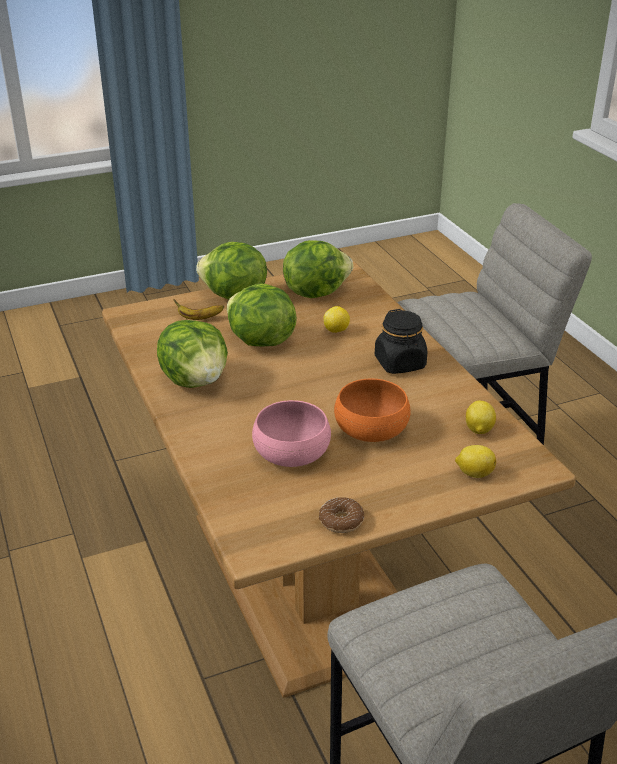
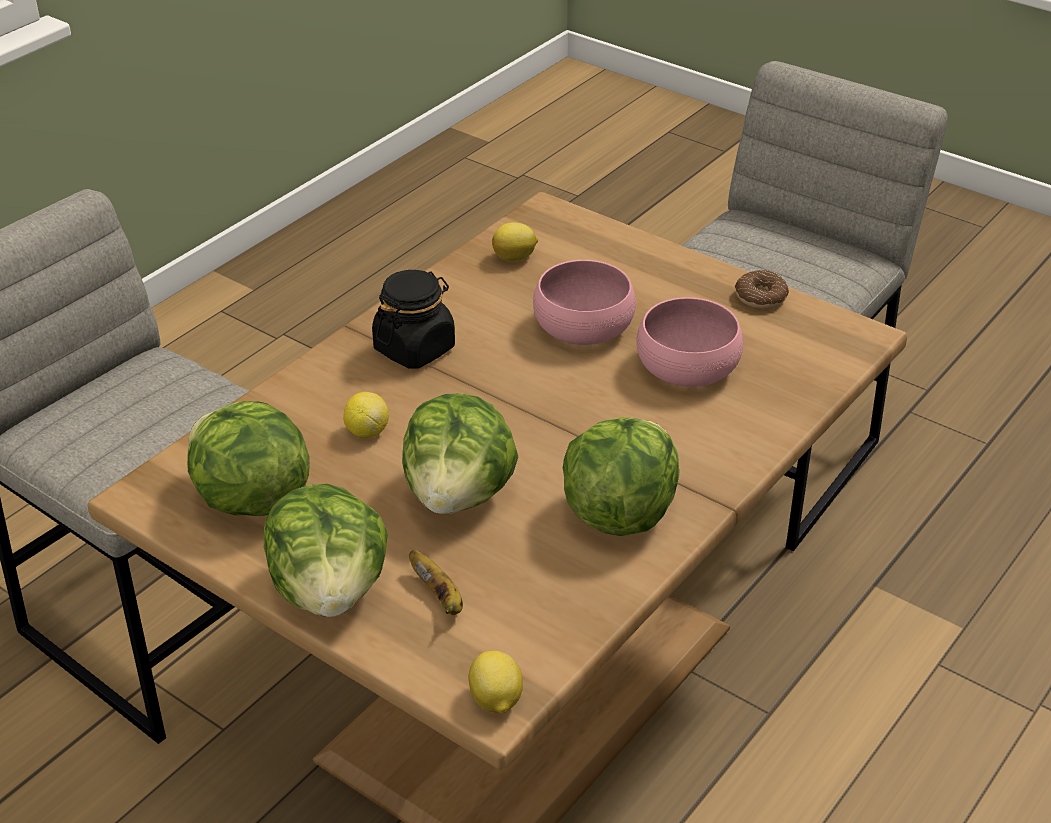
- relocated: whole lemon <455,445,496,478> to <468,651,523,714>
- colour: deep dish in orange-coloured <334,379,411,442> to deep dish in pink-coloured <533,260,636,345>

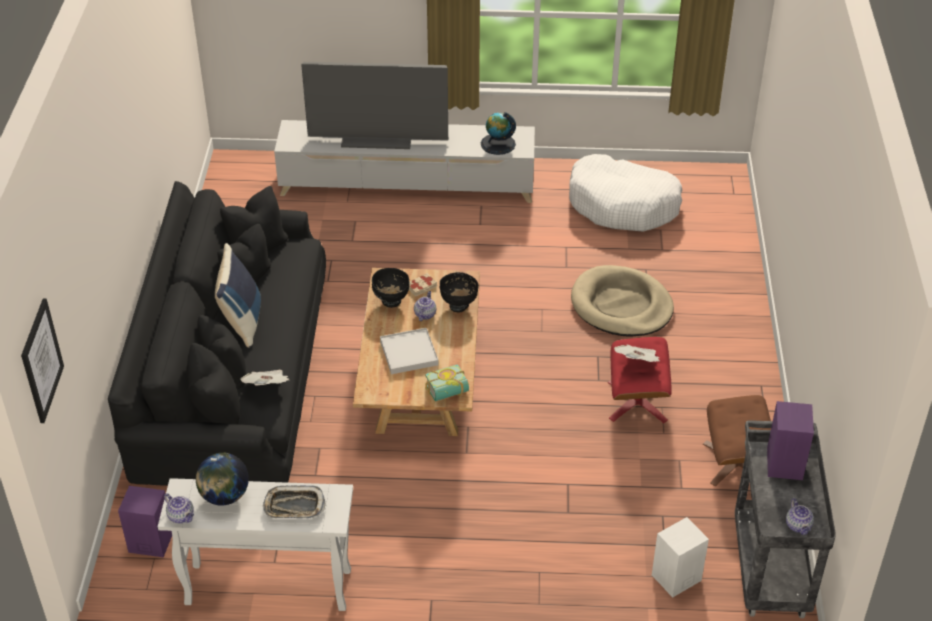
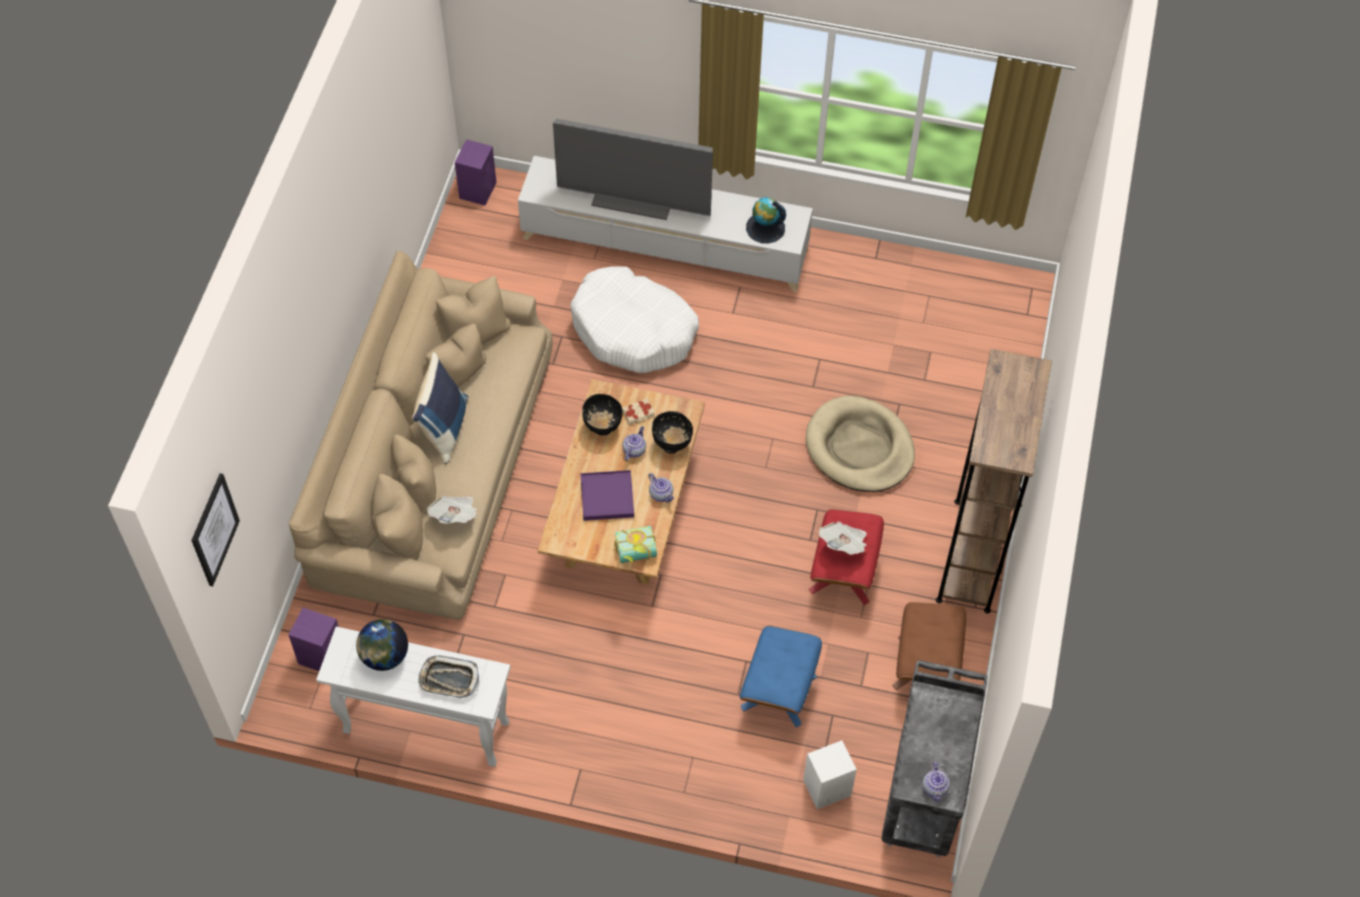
- colour: settee in black <108,181,326,486> to settee in beige-coloured <289,251,553,620>
- relocated: loudspeaker in purplish <767,401,814,480> to <455,139,497,205>
- relocated: pet bed in whitish <569,154,682,232> to <570,266,699,373>
- colour: carrying tray in whitish <380,328,439,374> to carrying tray in purplish <580,470,634,521>
- relocated: tea pot <164,493,194,523> to <648,473,674,502>
- appeared: ottoman in blue-coloured <740,625,822,727>
- appeared: shelving unit in brown <936,349,1052,614>

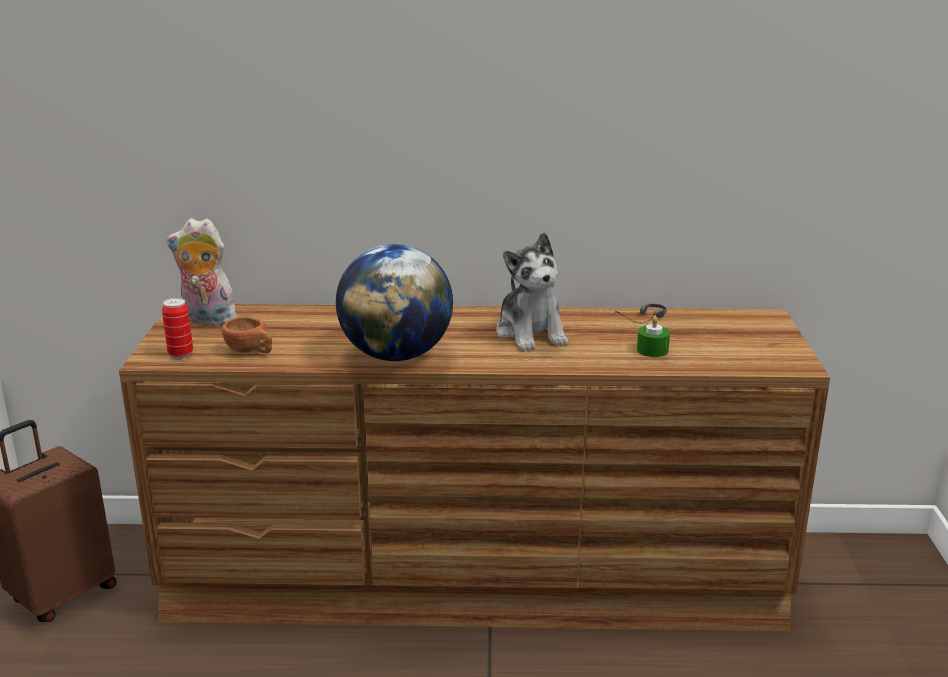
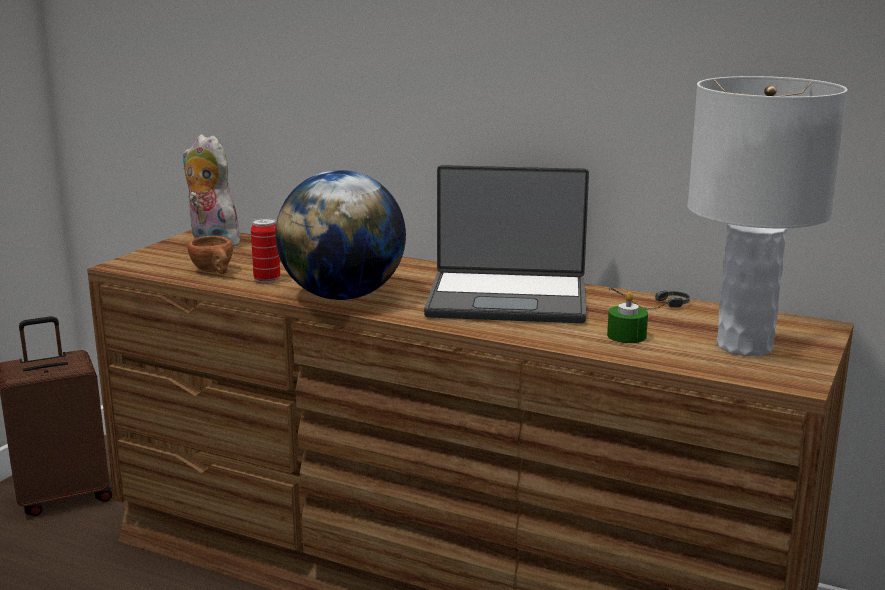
- relocated: can <162,298,193,359> to <251,218,280,283>
- exchanged: soft toy <496,232,568,351> to notebook computer <424,165,589,323>
- appeared: lamp for a table in whitish <687,76,848,356>

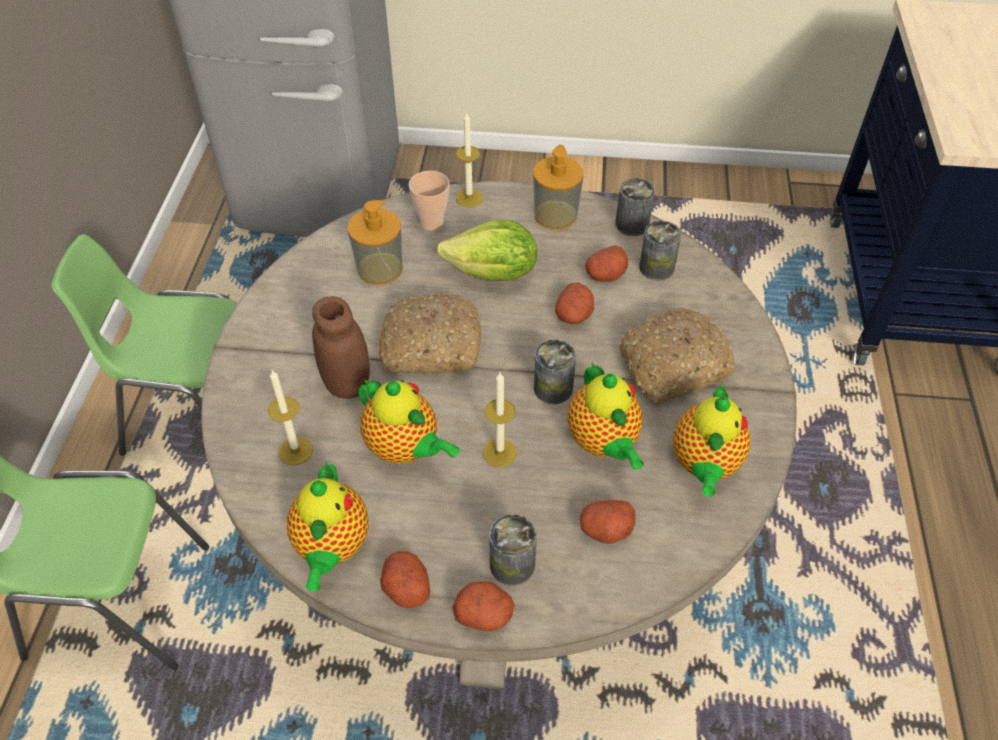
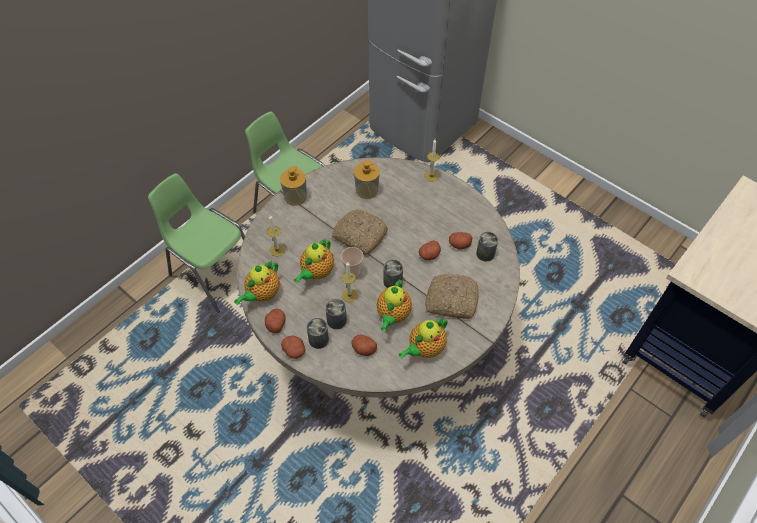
- relocated: soap bottle <533,145,584,230> to <280,166,307,206>
- spun: tea pot <358,379,459,464> = <294,238,334,283> 45 degrees clockwise
- relocated: can <615,178,655,236> to <325,299,347,329>
- relocated: small cup <409,171,450,231> to <341,247,364,277>
- missing: preserve jar in brown <312,296,370,399>
- missing: lettuce head <437,220,537,281>

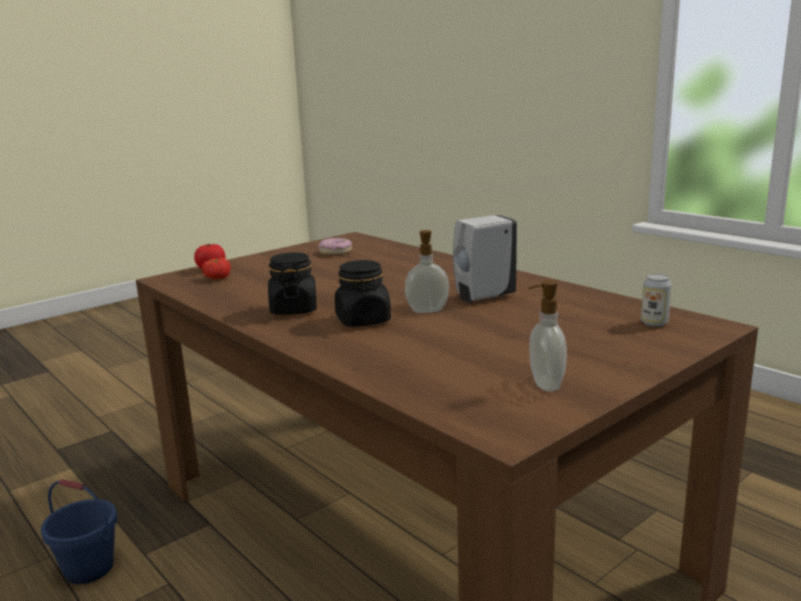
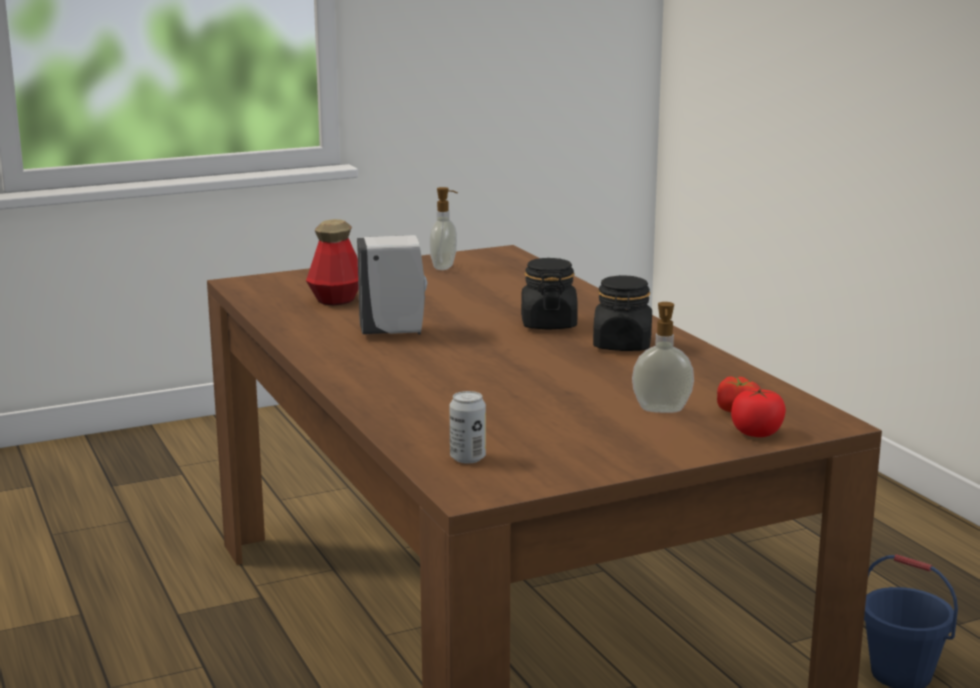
- appeared: drink bottle <306,219,359,305>
- relocated: can <641,274,672,327> to <450,391,486,464>
- relocated: soap bottle <405,230,449,313> to <632,302,694,413>
- missing: donut <318,238,352,255>

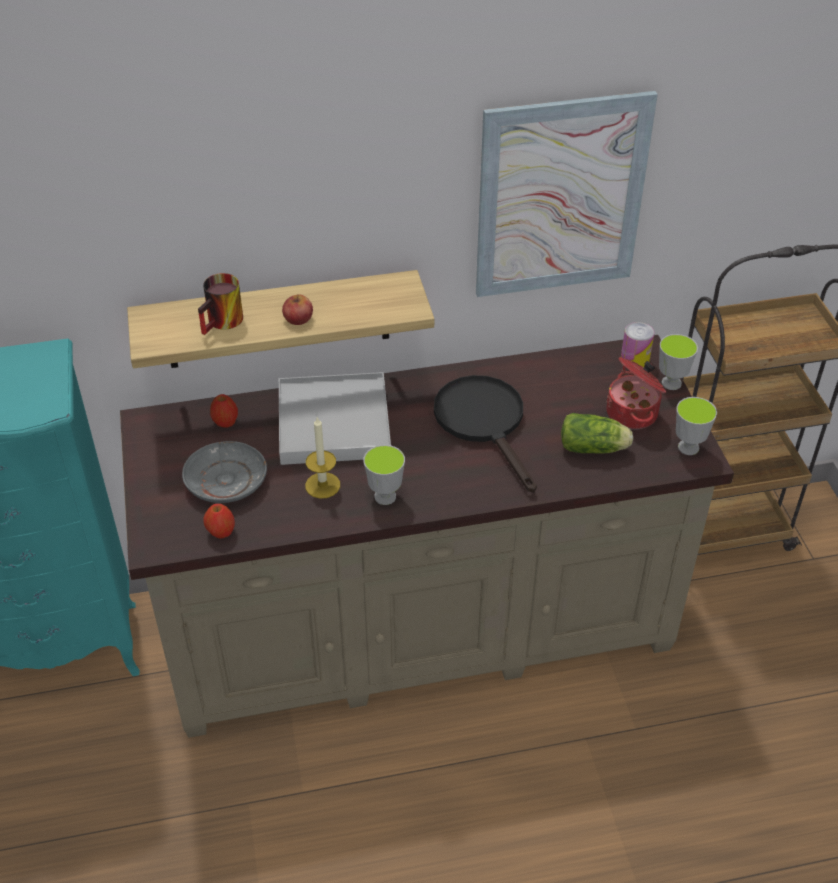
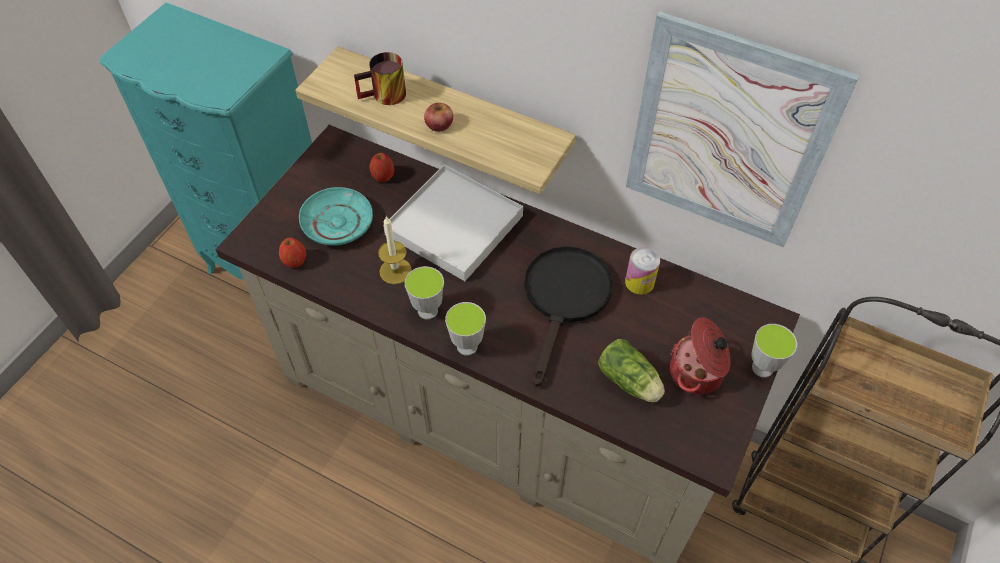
- colour: flat dish in grey <182,441,267,503> to flat dish in turquoise <299,187,373,245>
- relocated: small cup <676,397,717,455> to <445,302,486,356>
- relocated: can <621,322,654,367> to <625,247,660,295>

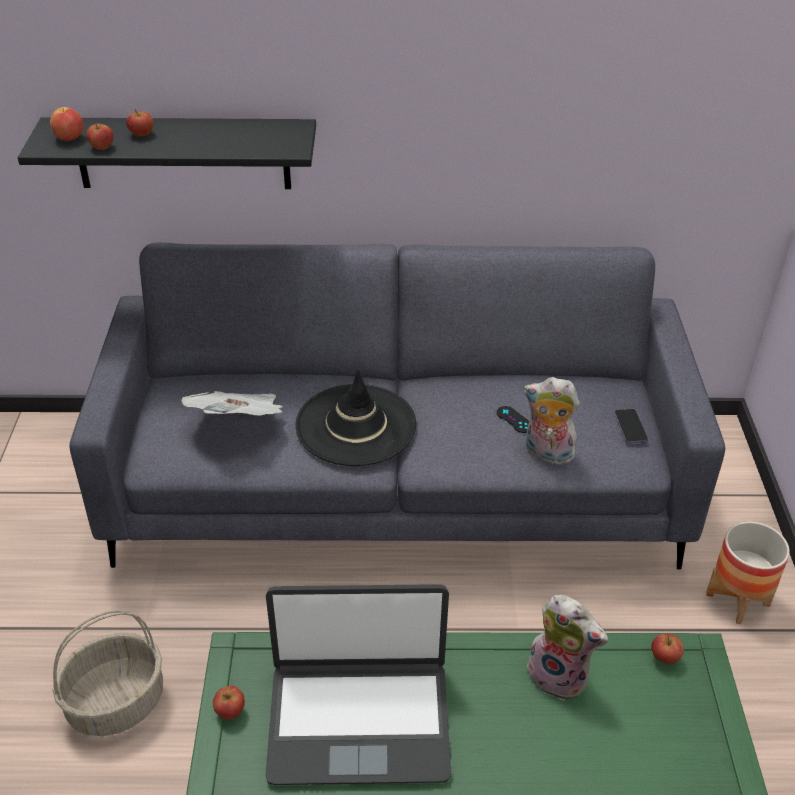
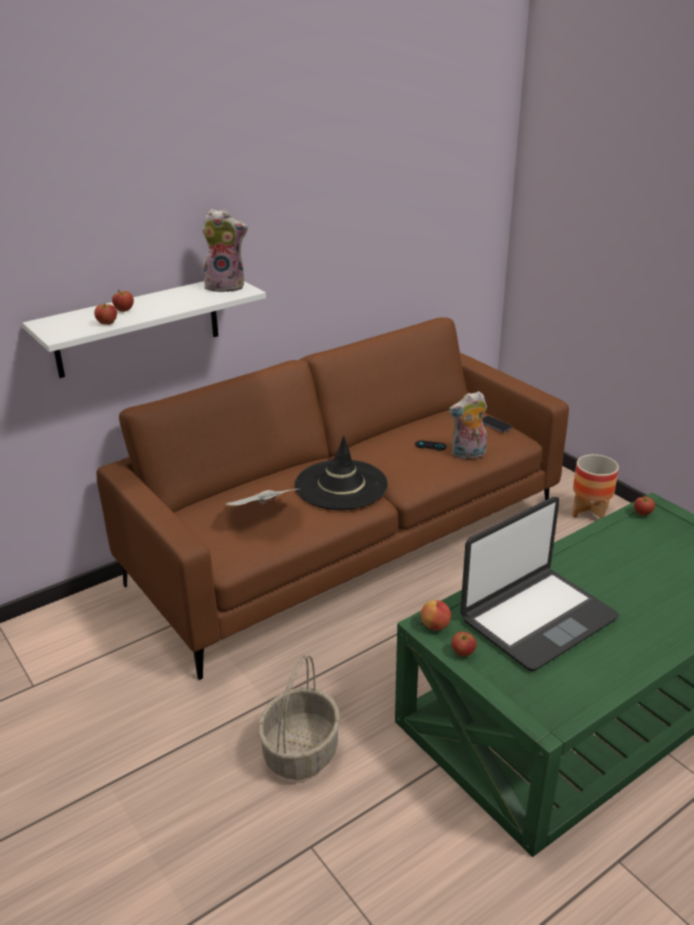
- colour: wall shelf in black <18,117,316,189> to wall shelf in whitish <23,281,266,378>
- colour: settee in grey <69,242,725,570> to settee in brown <96,317,569,680>
- relocated: soft toy <527,595,608,701> to <202,209,248,292>
- relocated: apple <50,107,84,141> to <421,600,451,631>

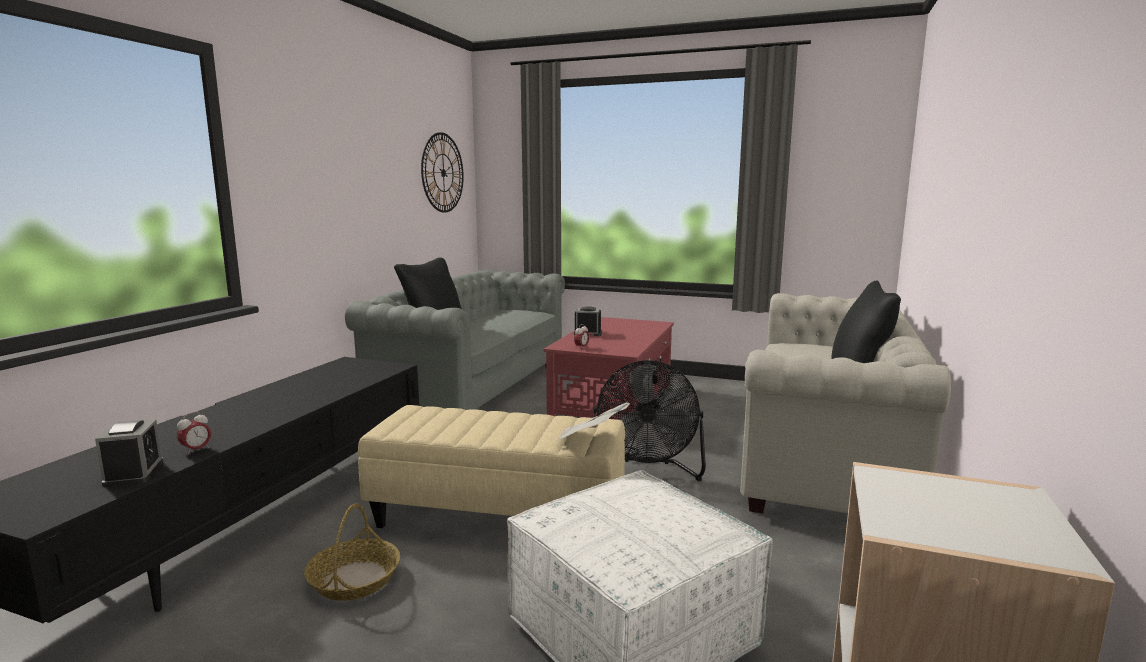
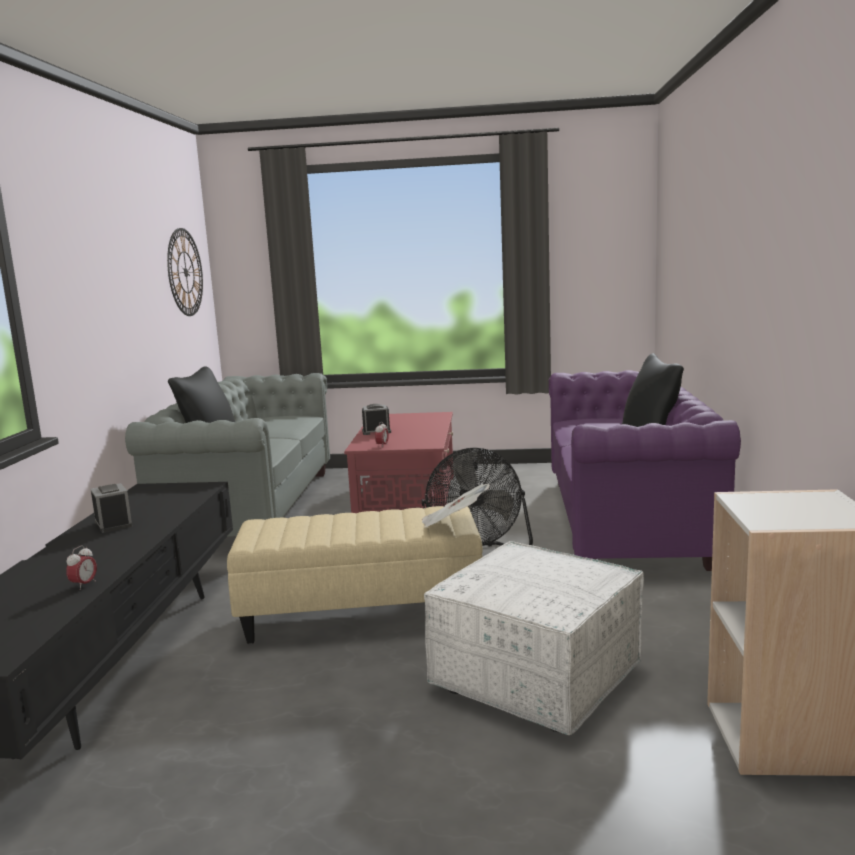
- relocated: table clock <95,419,164,487> to <91,483,132,533>
- colour: settee in whitish <740,293,951,514> to settee in purplish <549,370,741,571>
- missing: basket <304,503,400,601>

